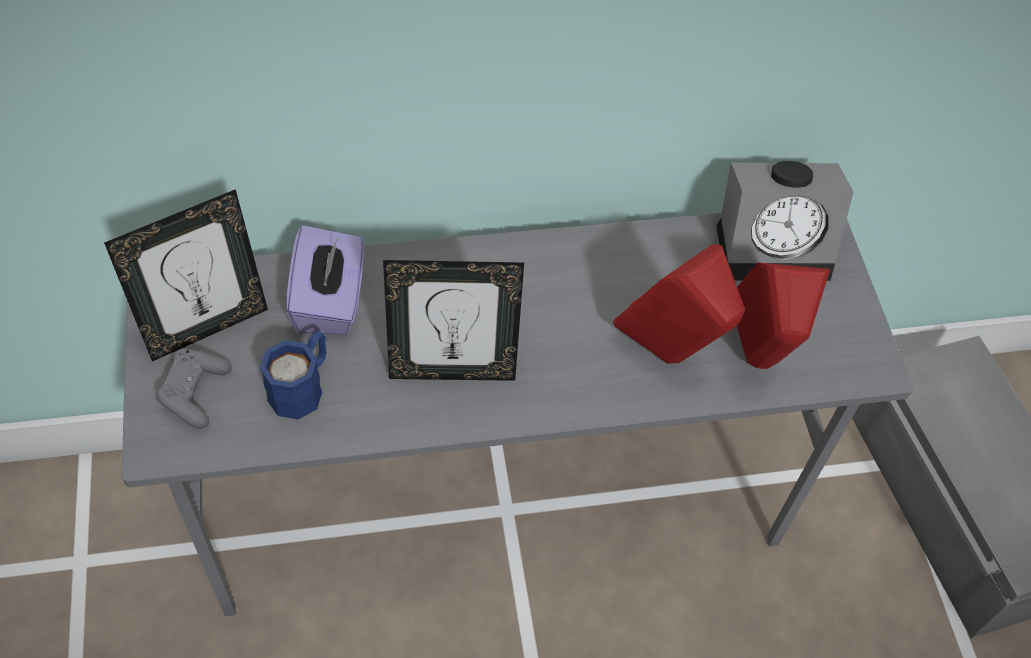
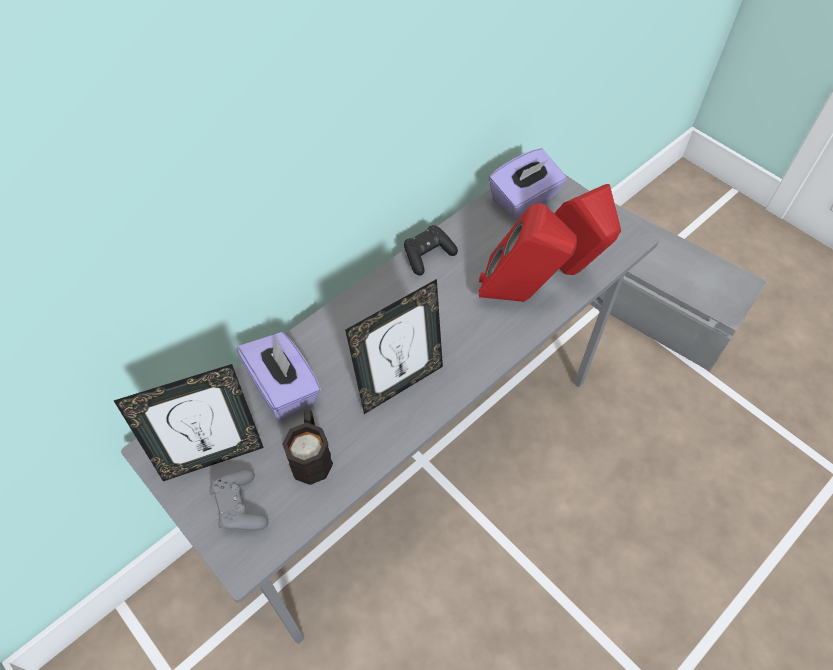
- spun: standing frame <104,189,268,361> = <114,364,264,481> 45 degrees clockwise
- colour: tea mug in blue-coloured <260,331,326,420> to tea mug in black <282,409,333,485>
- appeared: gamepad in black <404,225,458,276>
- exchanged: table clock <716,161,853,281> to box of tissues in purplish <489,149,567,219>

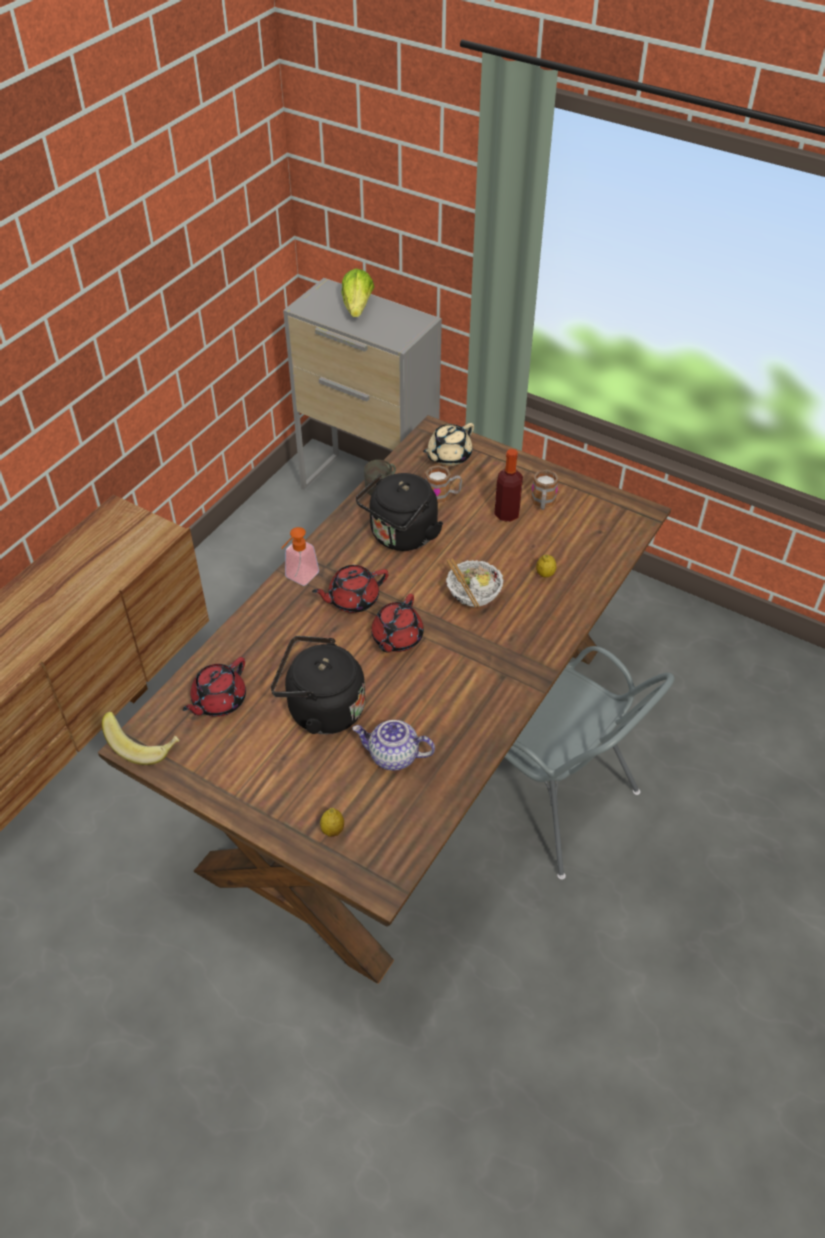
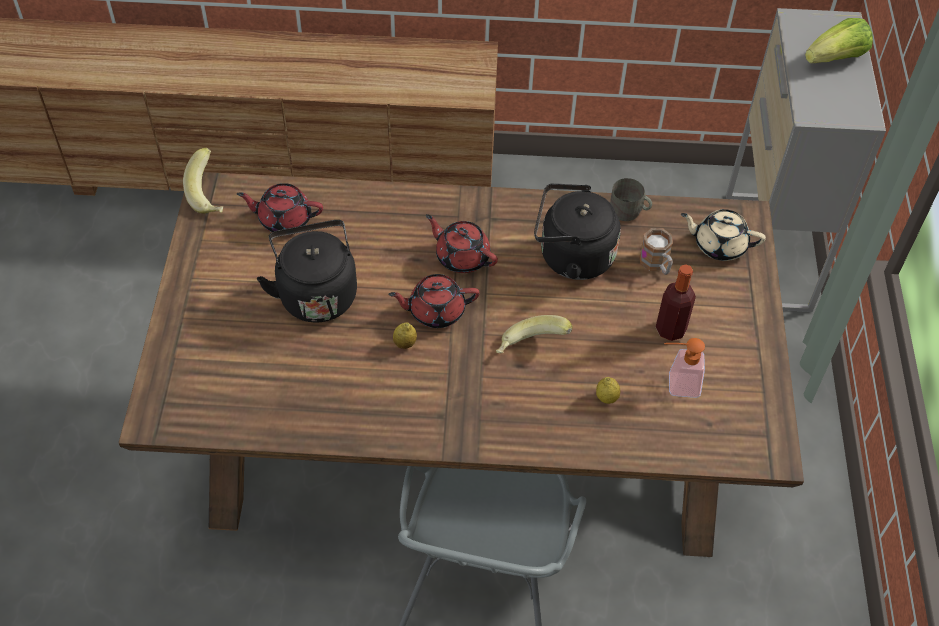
- relocated: whole lemon <320,808,344,837> to <393,322,417,349>
- exchanged: deep dish <446,558,504,608> to whole banana <496,315,573,353>
- relocated: soap bottle <282,527,319,586> to <664,338,705,398>
- missing: tea pot <352,720,435,771>
- missing: tea mug <531,469,559,510>

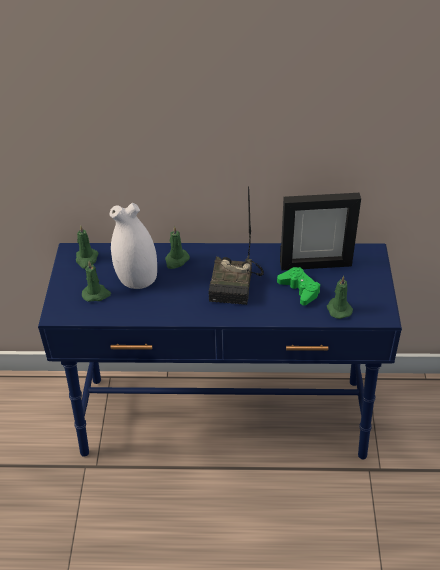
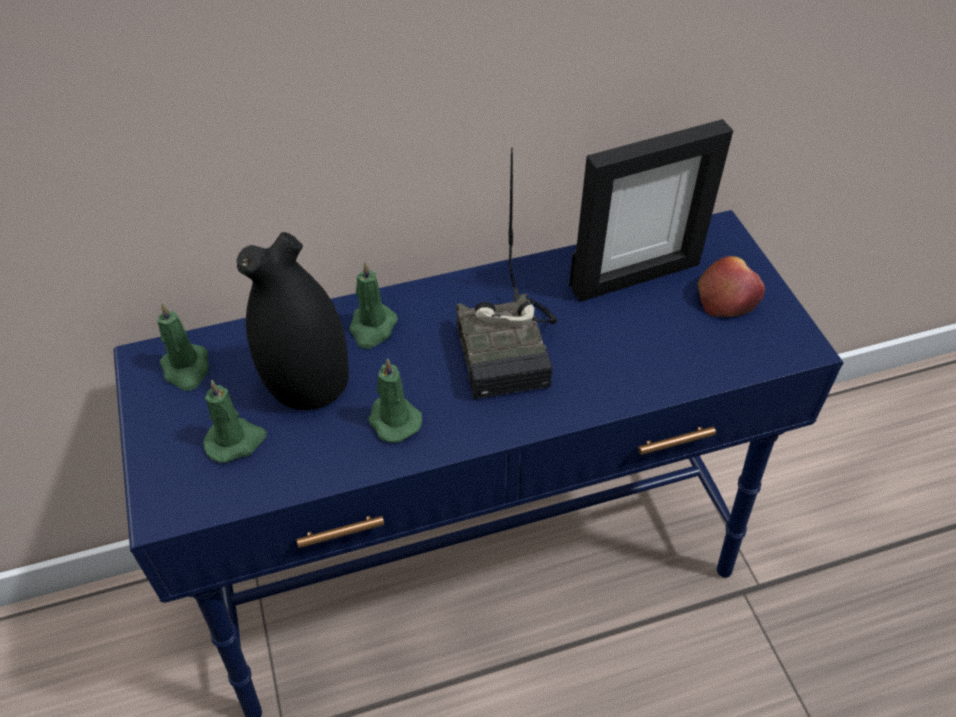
- colour: decorative vase in whitish <110,203,157,289> to decorative vase in black <237,232,349,410>
- relocated: wax light in greenish <327,276,353,319> to <368,358,422,442>
- appeared: apple <698,256,765,317>
- missing: gamepad in greenish <277,267,320,305>

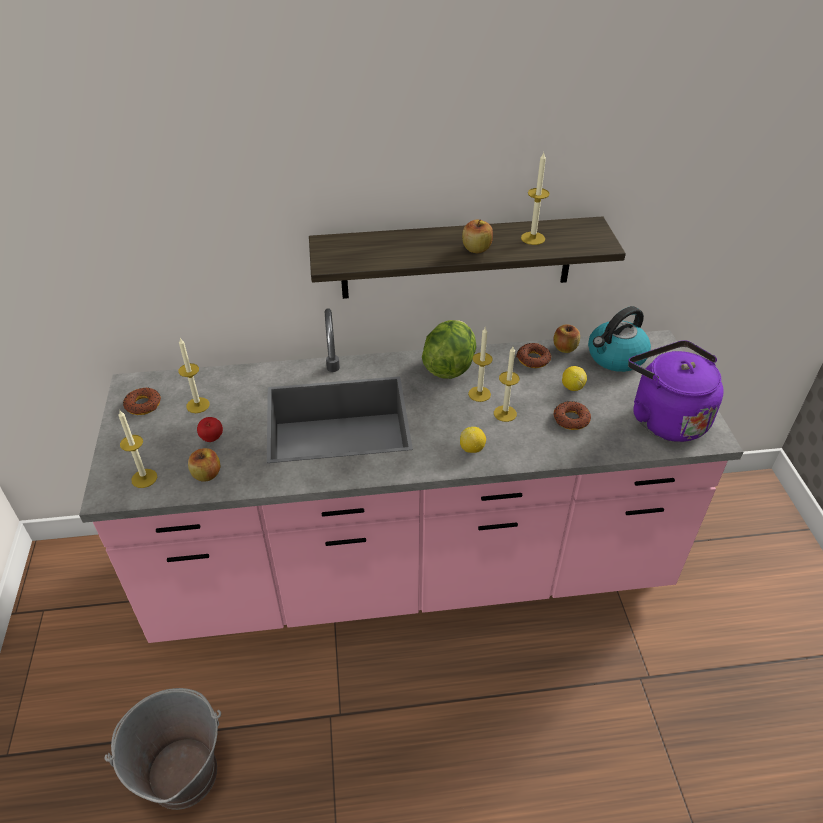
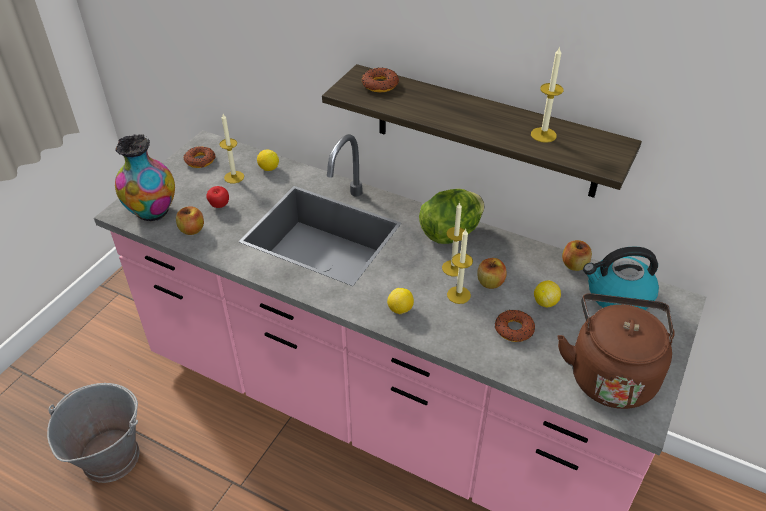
- exchanged: wax light <119,411,157,488> to decorative vase <115,134,175,221>
- appeared: whole lemon <257,149,279,171>
- relocated: donut <516,343,551,368> to <362,68,399,92>
- relocated: apple <462,220,493,253> to <477,258,507,289>
- colour: tea kettle in purplish <628,340,724,442> to tea kettle in brown <558,293,675,409>

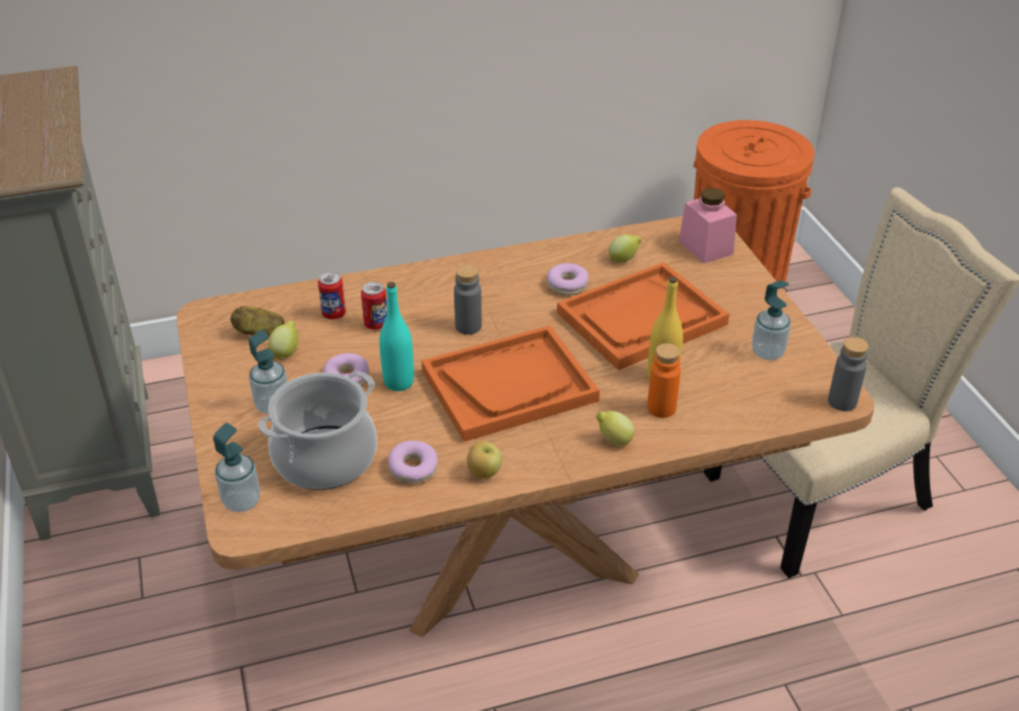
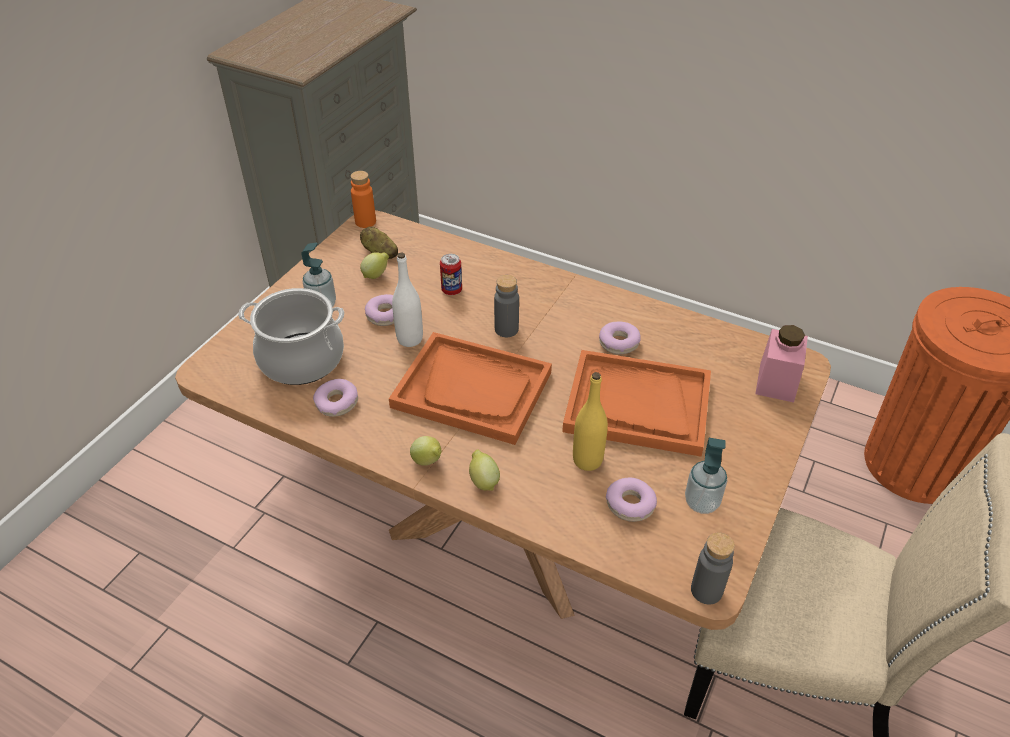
- relocated: drink bottle in orange-coloured <647,343,681,418> to <351,171,376,228>
- colour: drink bottle in turquoise <379,282,414,391> to drink bottle in whitish <392,252,423,347>
- relocated: whole lemon <609,234,642,263> to <410,436,442,466>
- appeared: donut <606,477,657,522>
- missing: soap bottle <213,423,260,512>
- missing: can <318,272,346,319>
- missing: apple <467,441,502,479>

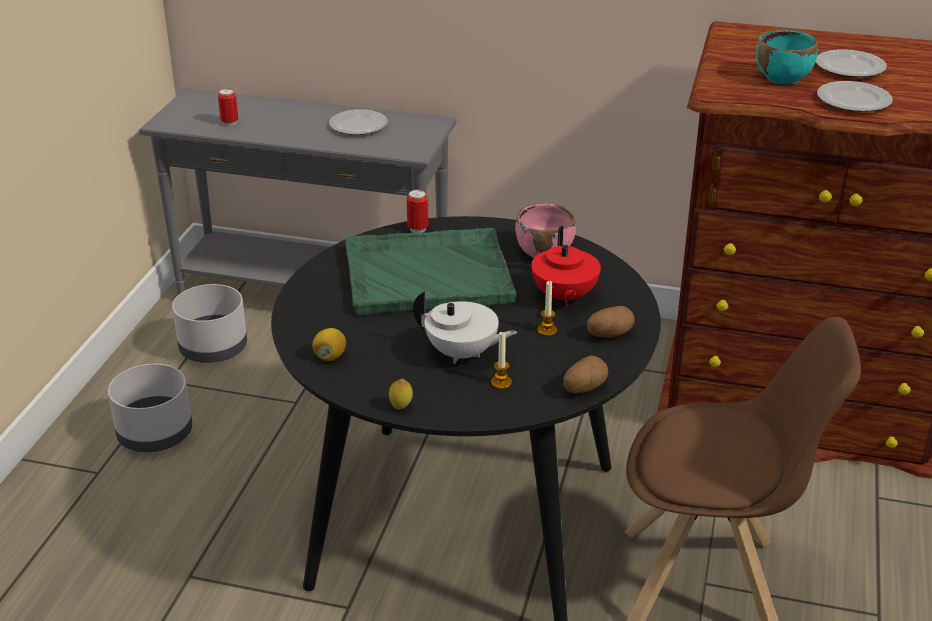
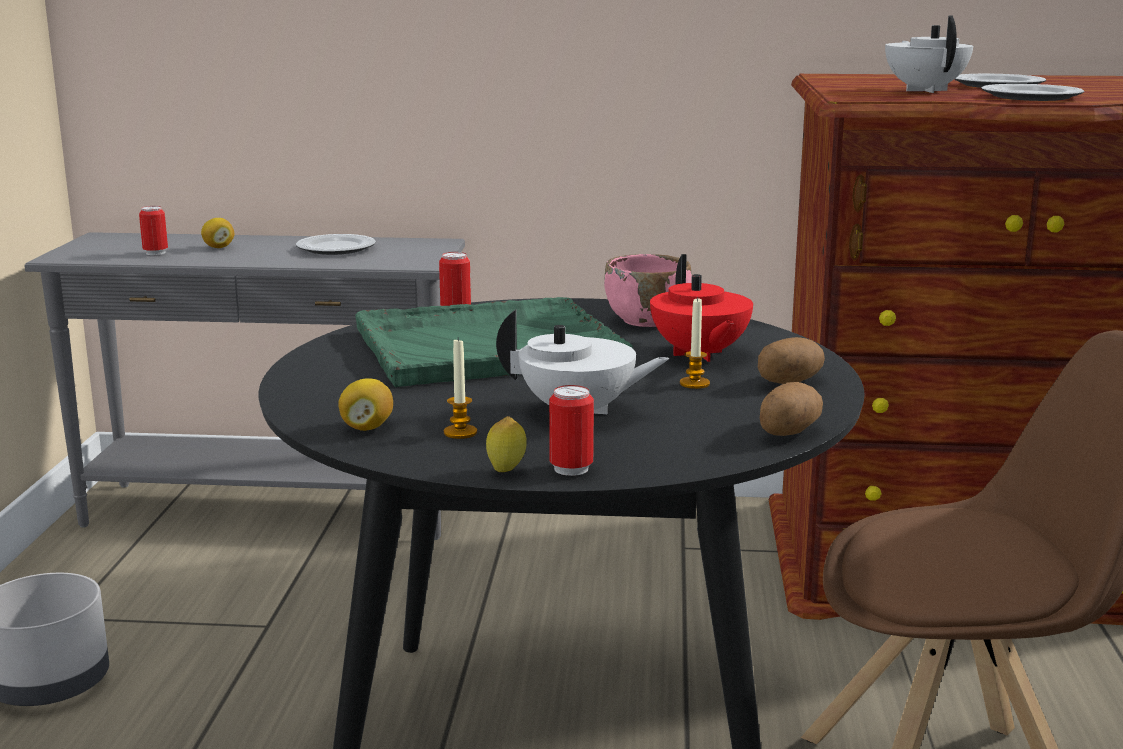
- appeared: whole lemon <201,218,234,248>
- relocated: wax light <491,331,512,389> to <444,338,477,439>
- appeared: can <549,385,594,476>
- exchanged: deep dish in turquoise <756,29,818,85> to tea pot in whitish <885,16,973,93>
- missing: planter in grey <172,284,247,363>

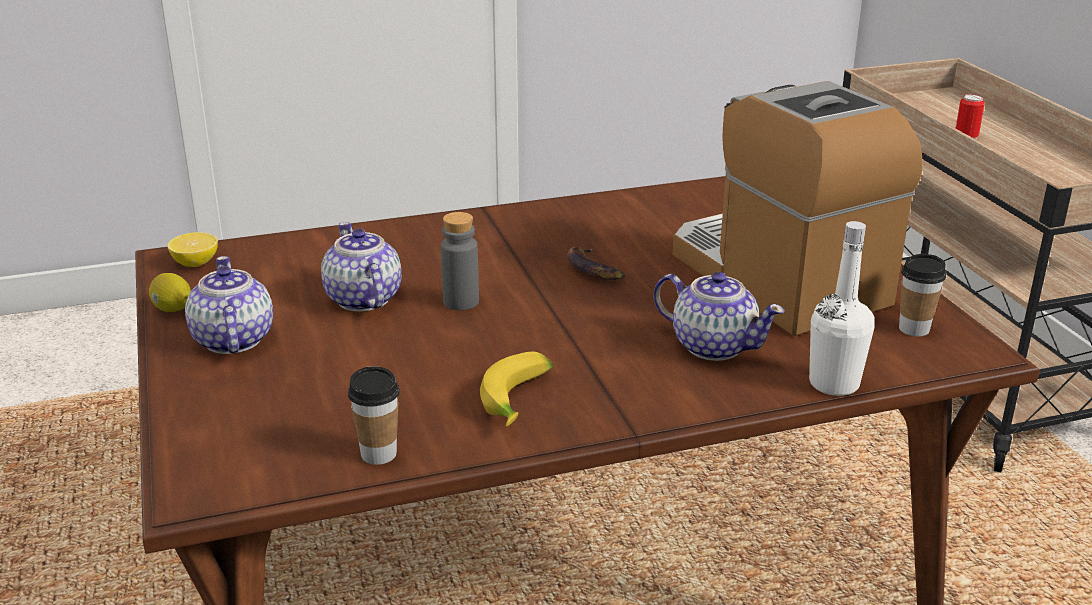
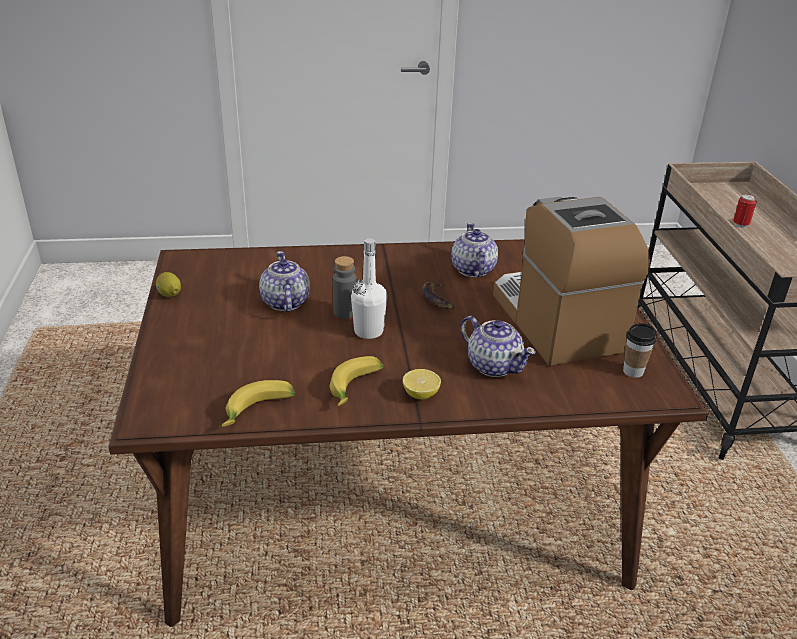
- exchanged: small cup <348,367,400,465> to whole banana <221,380,295,427>
- relocated: drink bottle in whitish <809,221,875,396> to <351,238,387,339>
- relocated: whole lemon <167,232,218,267> to <403,369,441,399>
- relocated: tea pot <185,256,273,354> to <451,223,498,277>

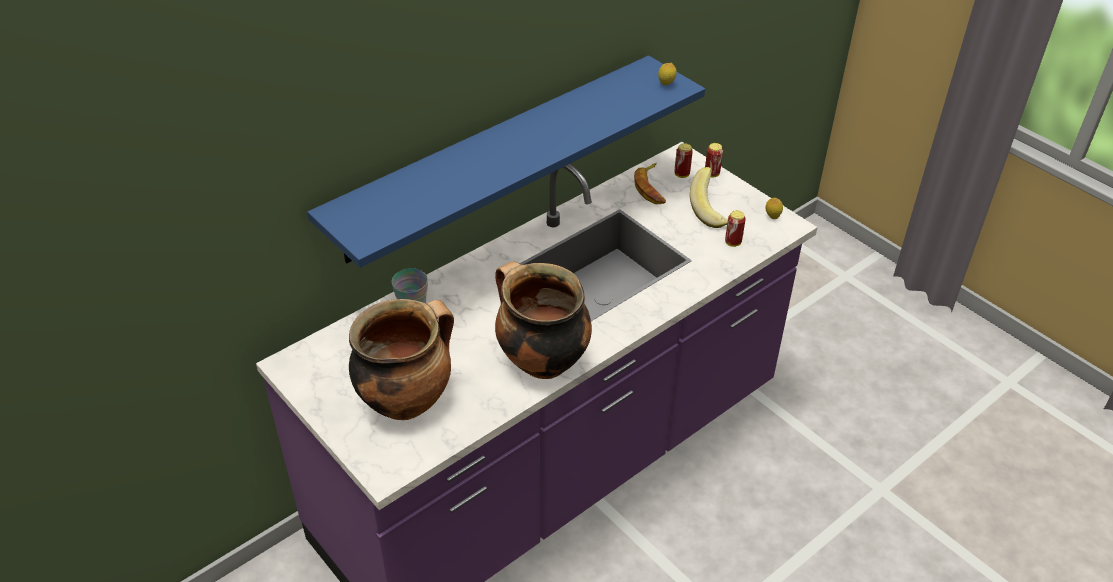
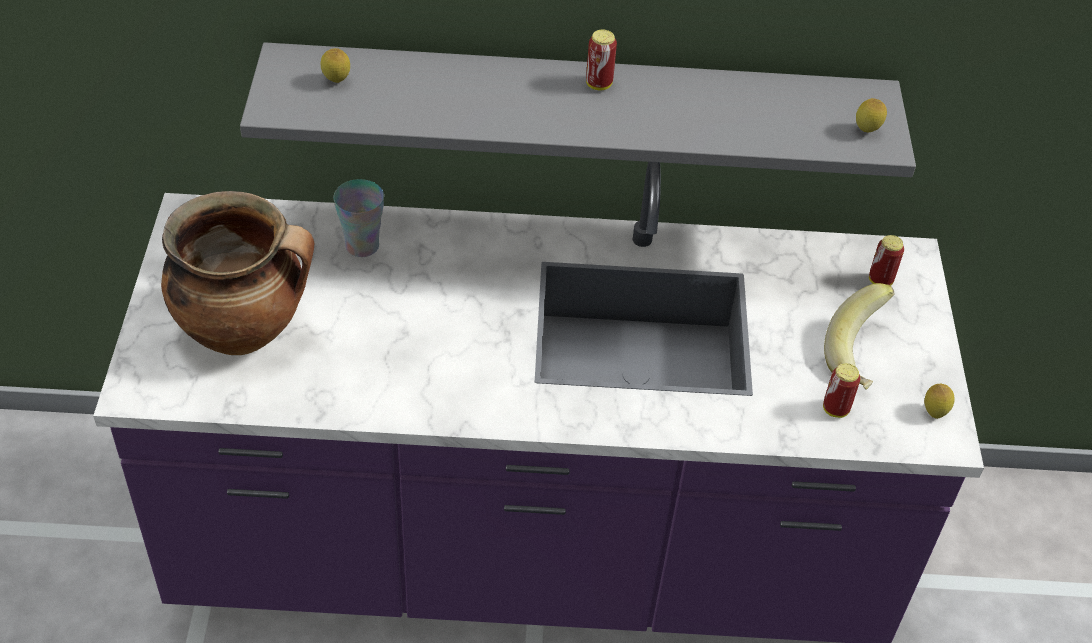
- colour: wall shelf in blue-coloured <307,56,705,268> to wall shelf in grey <240,42,916,177>
- appeared: whole lemon <321,48,350,83>
- relocated: can <705,143,723,178> to <586,29,617,90>
- missing: saucepot <495,262,592,379>
- missing: whole banana <634,163,666,204>

